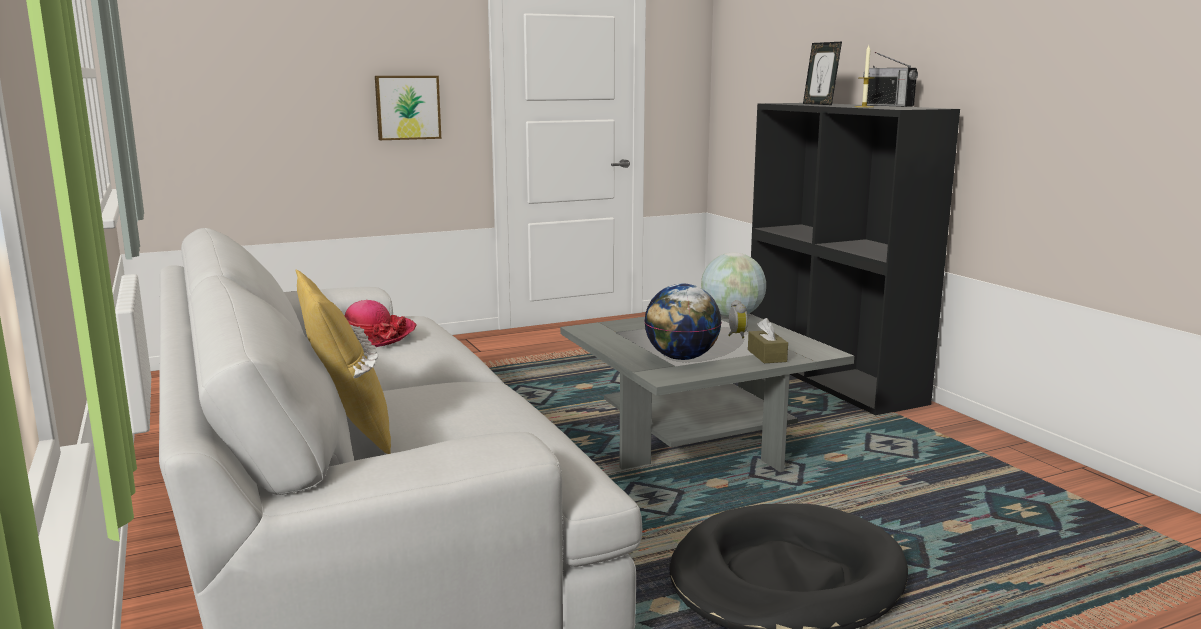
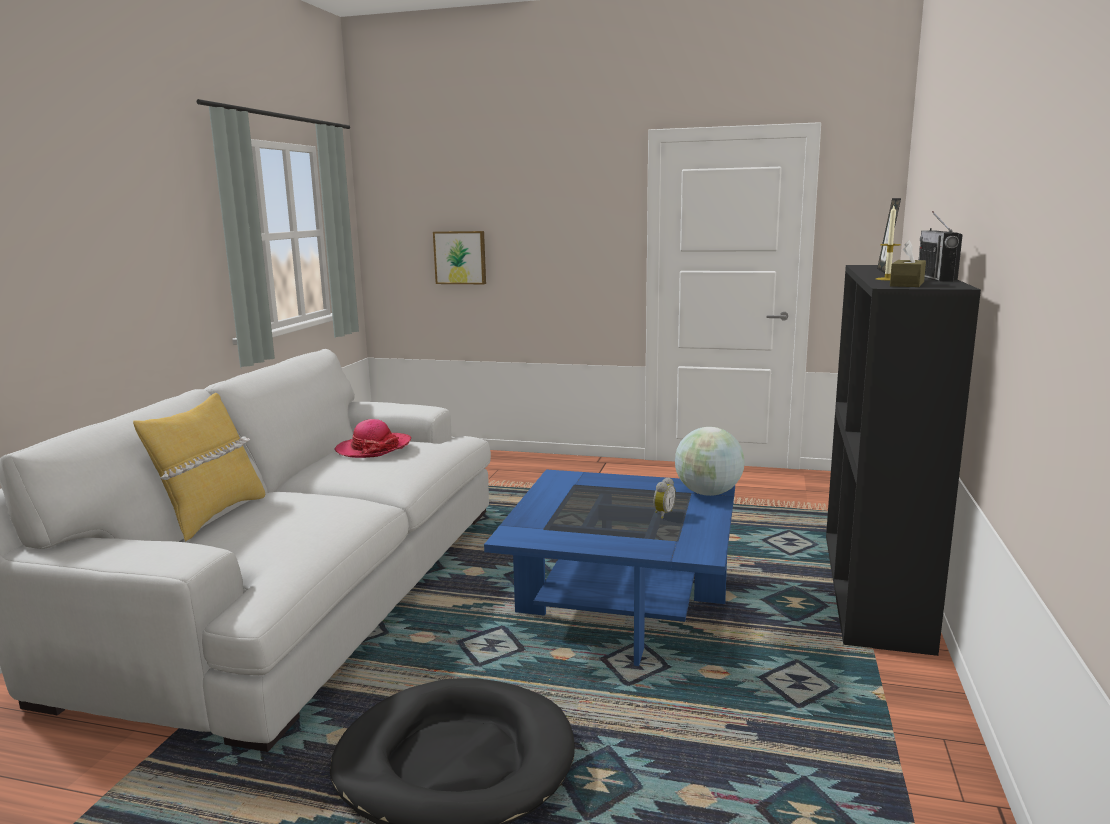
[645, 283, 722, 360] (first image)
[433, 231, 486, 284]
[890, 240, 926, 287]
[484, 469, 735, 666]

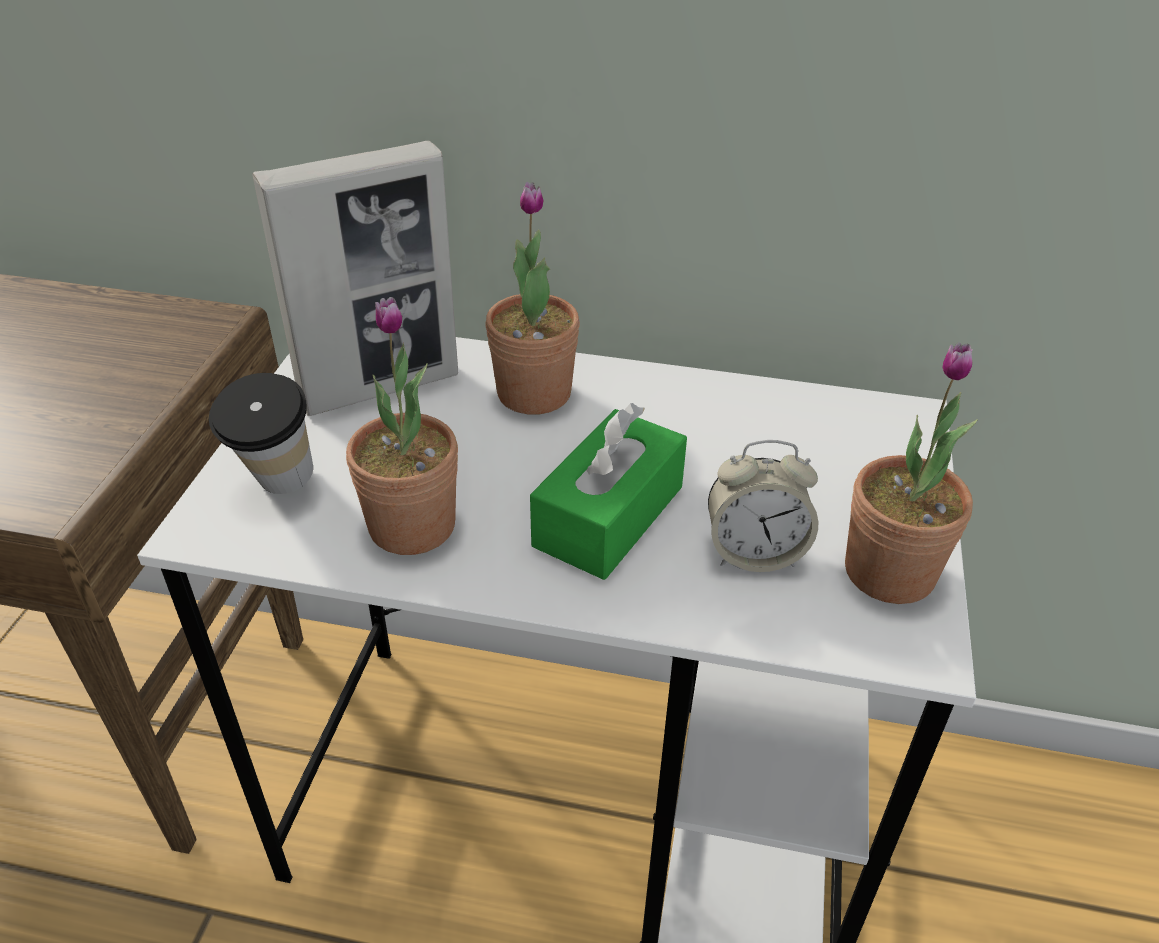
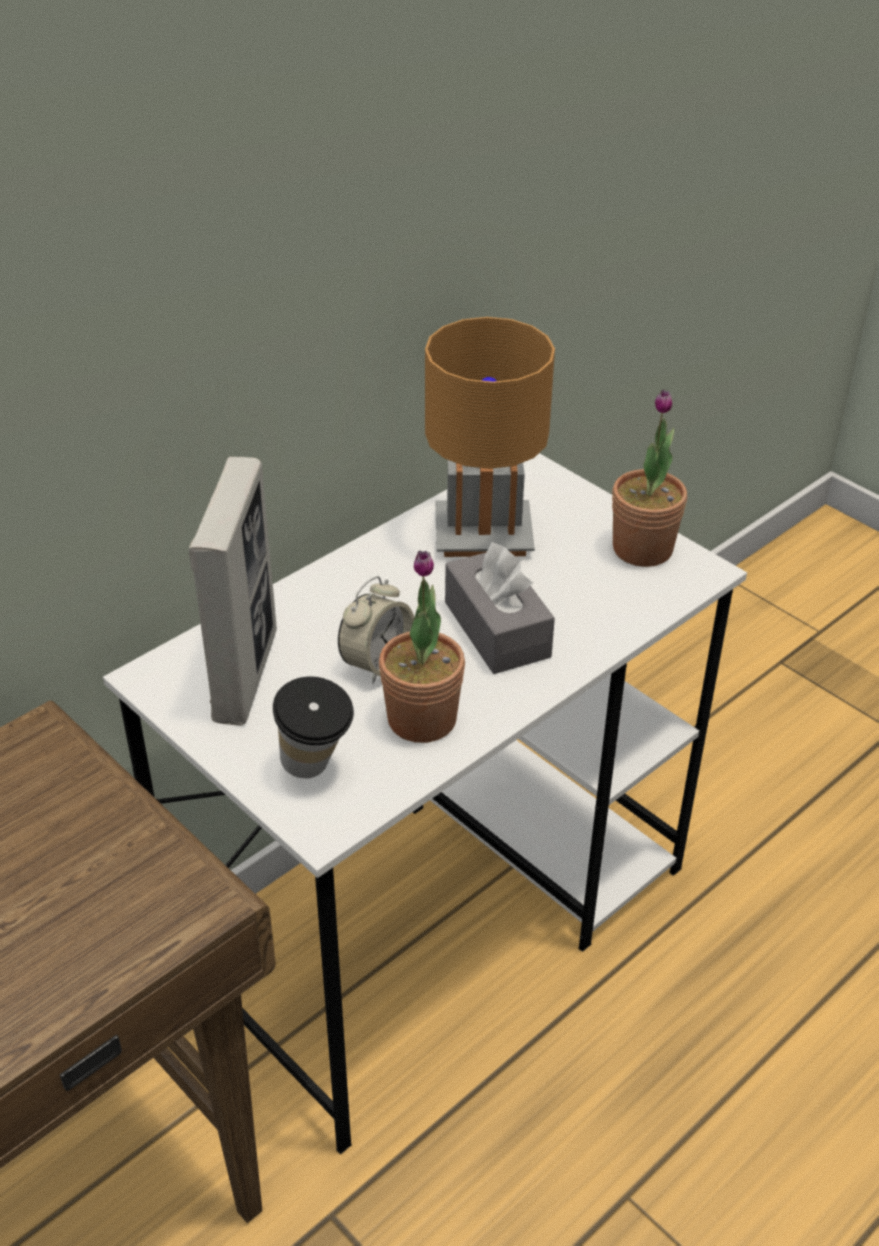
[485, 182, 580, 414] (first image)
[425, 317, 555, 557]
[338, 576, 414, 684]
[445, 542, 555, 674]

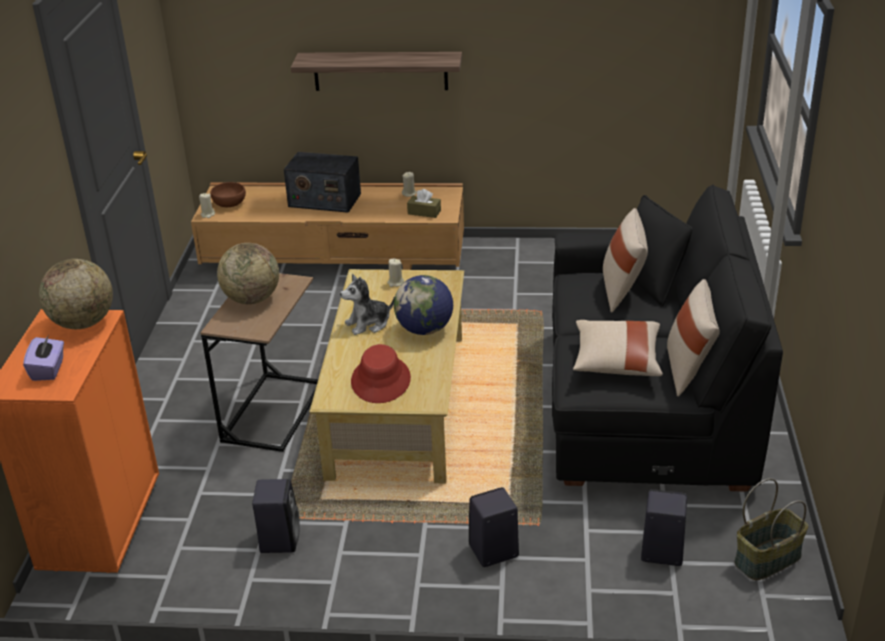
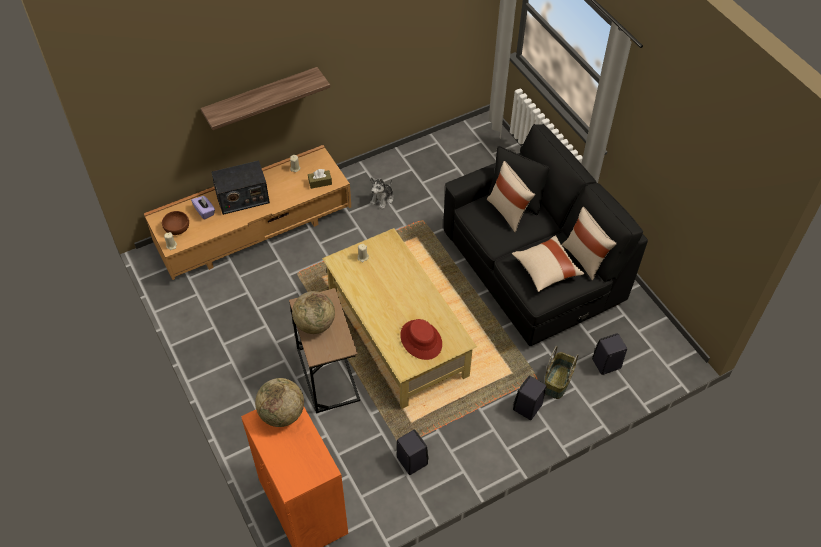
[394, 275, 453, 335] (first image)
[191, 196, 215, 220]
[370, 177, 393, 209]
[545, 346, 578, 399]

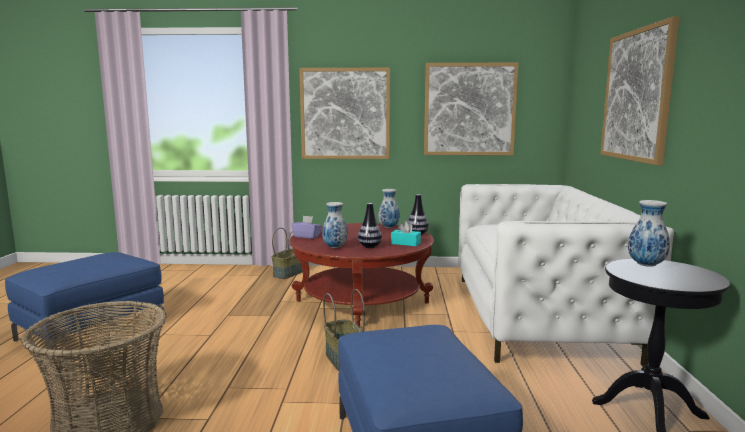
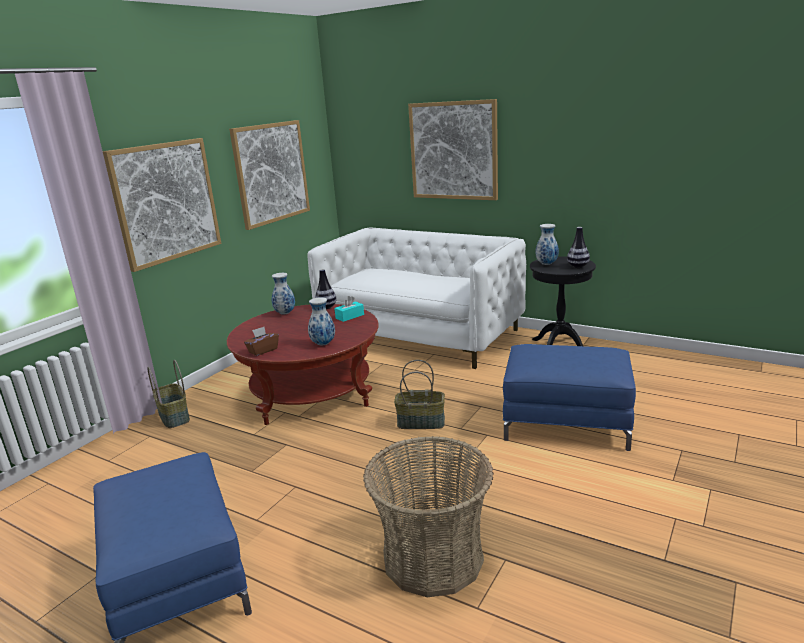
[567, 227, 590, 268]
[244, 327, 279, 356]

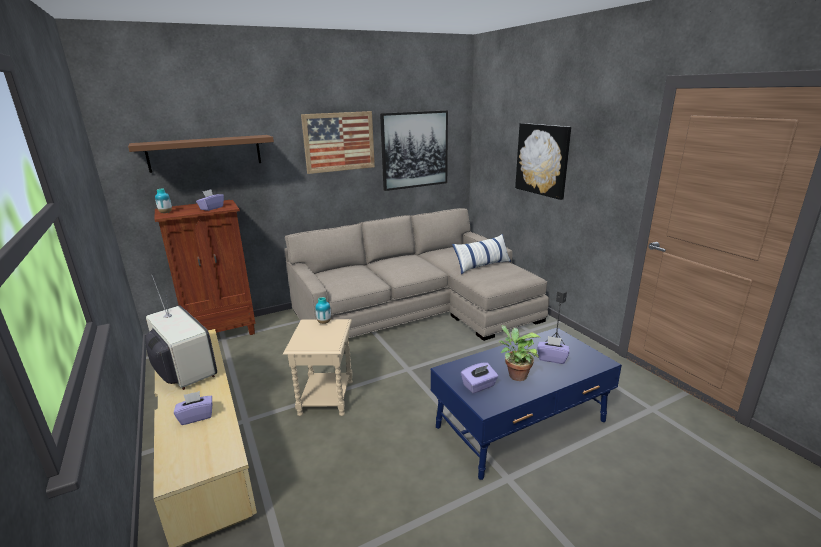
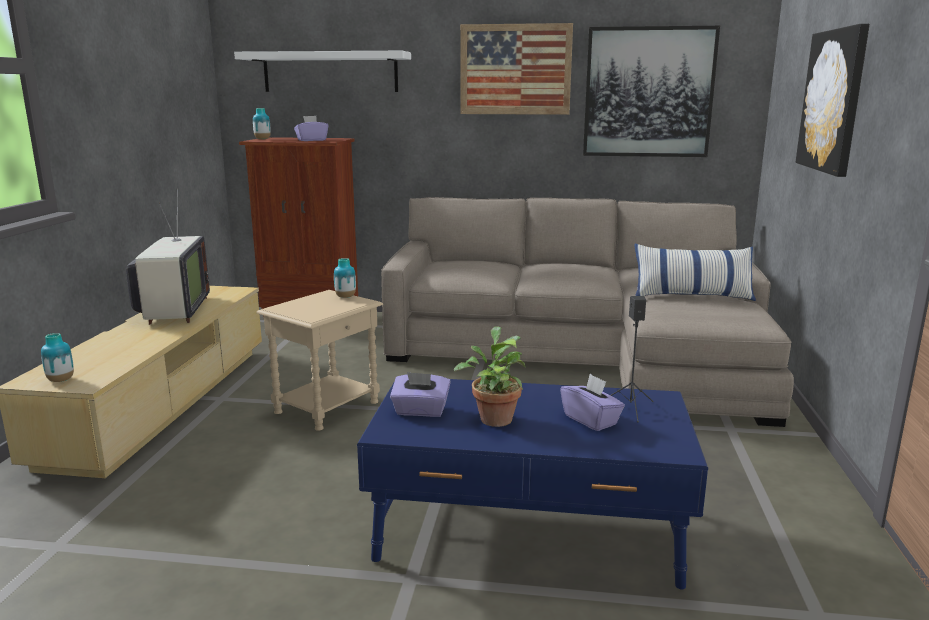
[174, 391, 212, 425] (first image)
[41, 333, 74, 382]
[234, 51, 411, 92]

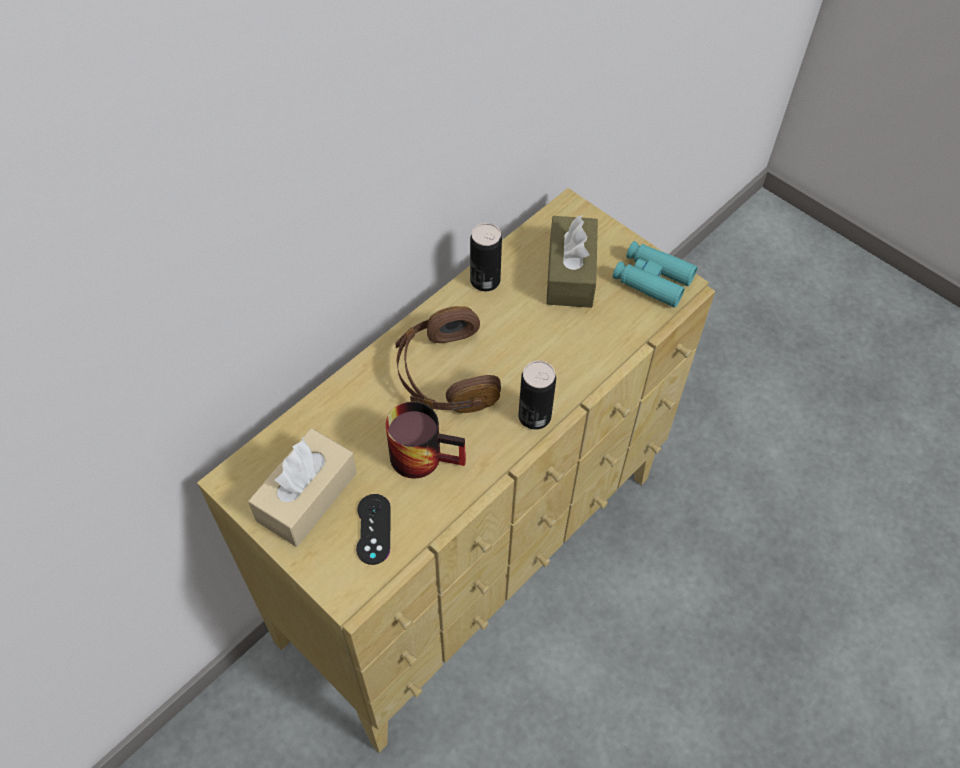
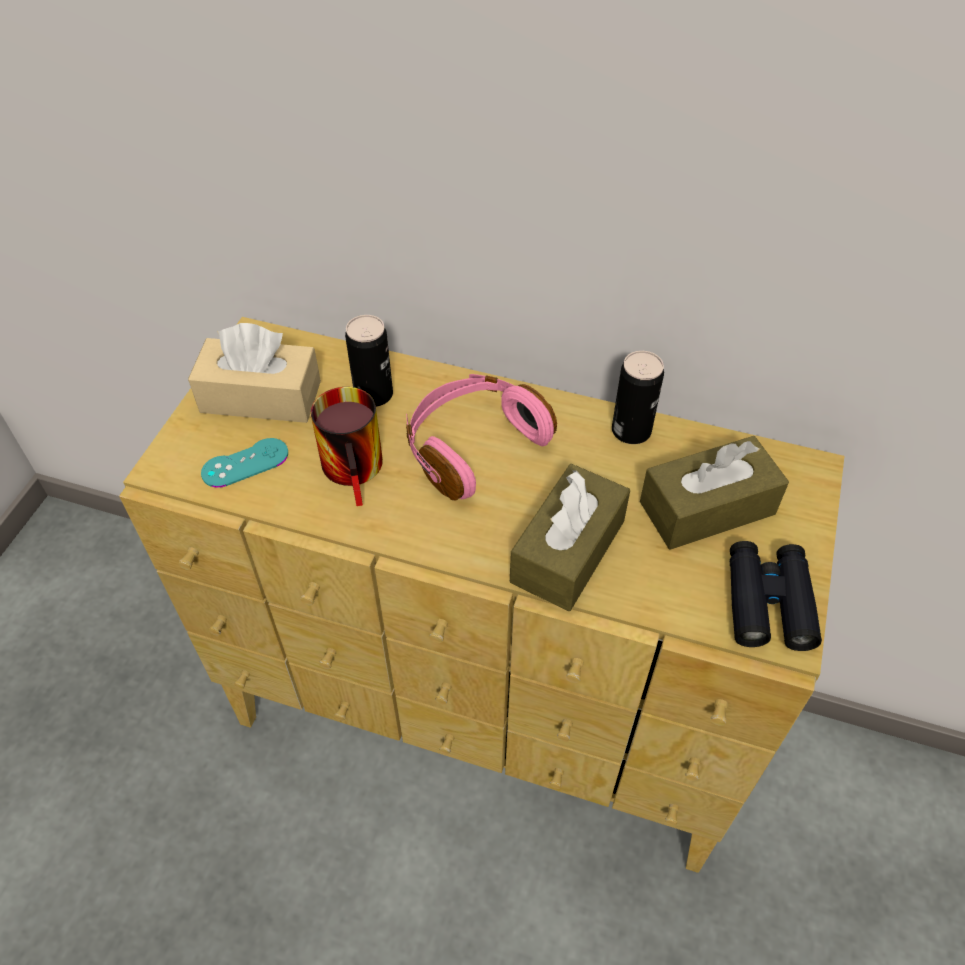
[510, 464, 630, 611]
[345, 315, 393, 407]
[201, 438, 288, 488]
[406, 374, 557, 501]
[730, 541, 822, 651]

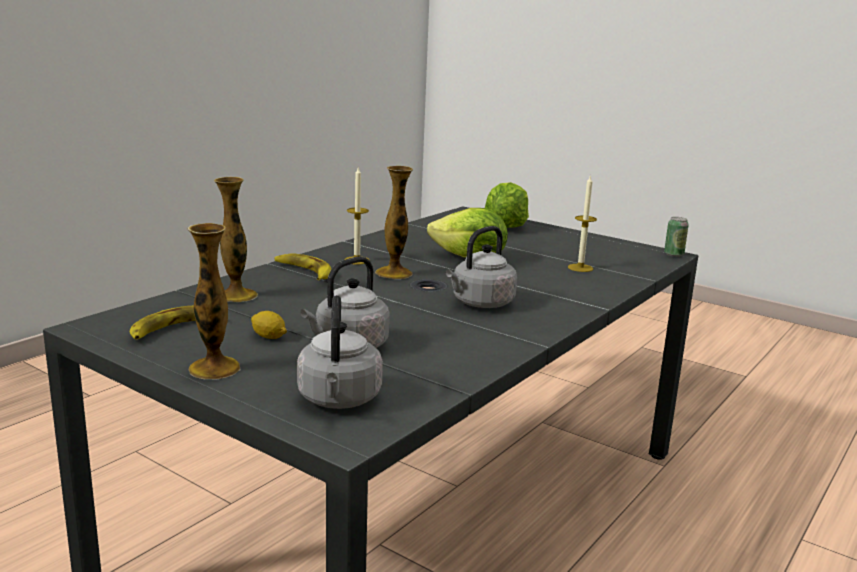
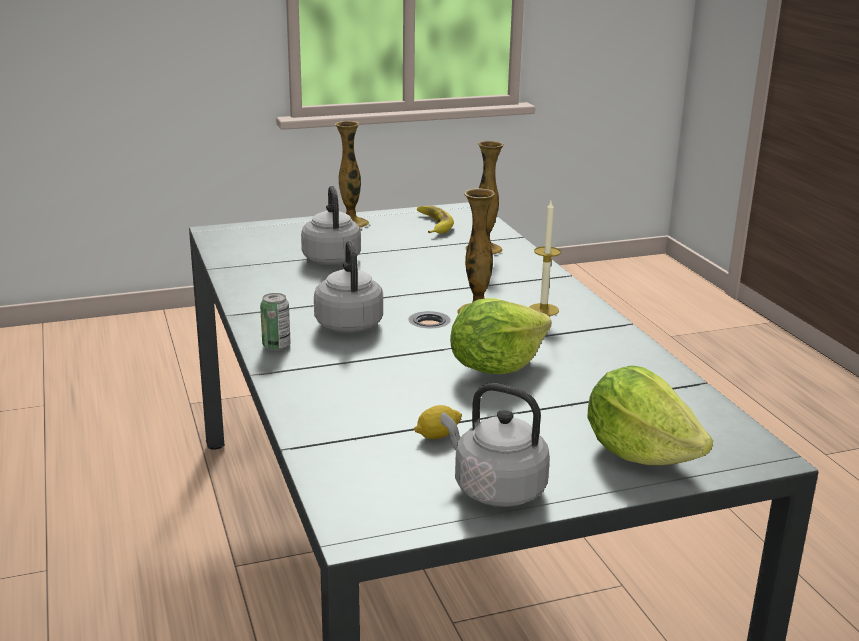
[274, 253, 331, 280] (first image)
[568, 175, 597, 272] (first image)
[414, 405, 462, 439]
[440, 383, 550, 507]
[260, 293, 291, 351]

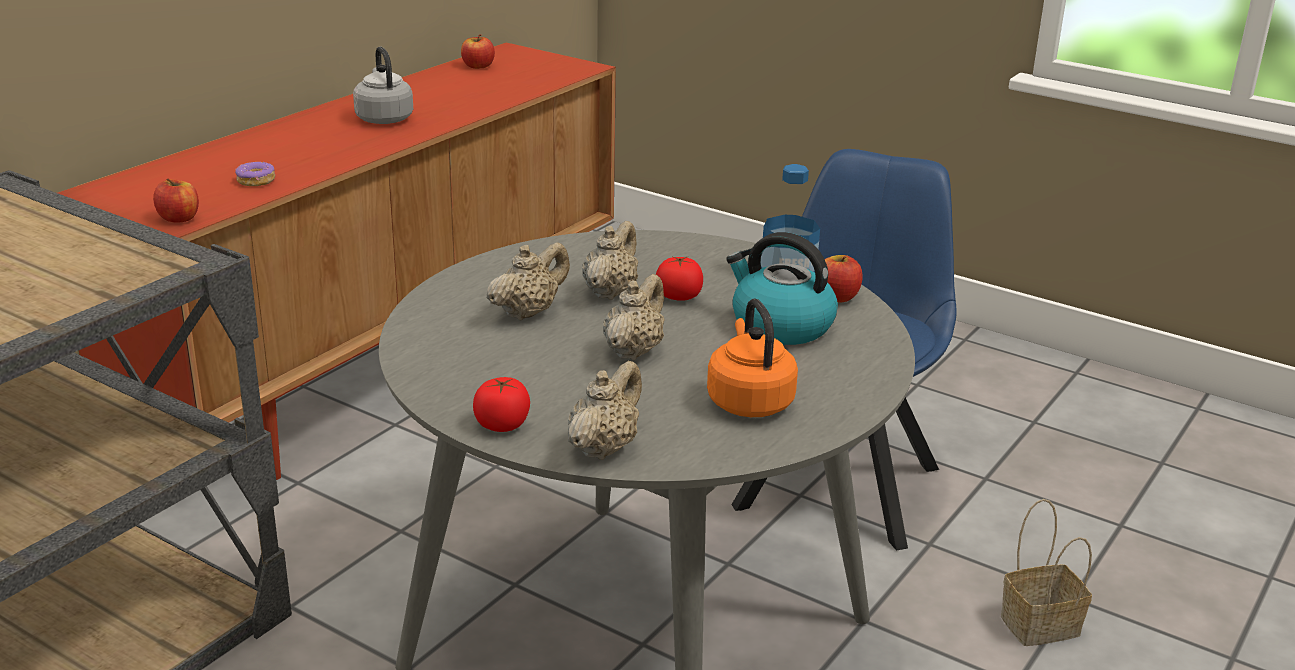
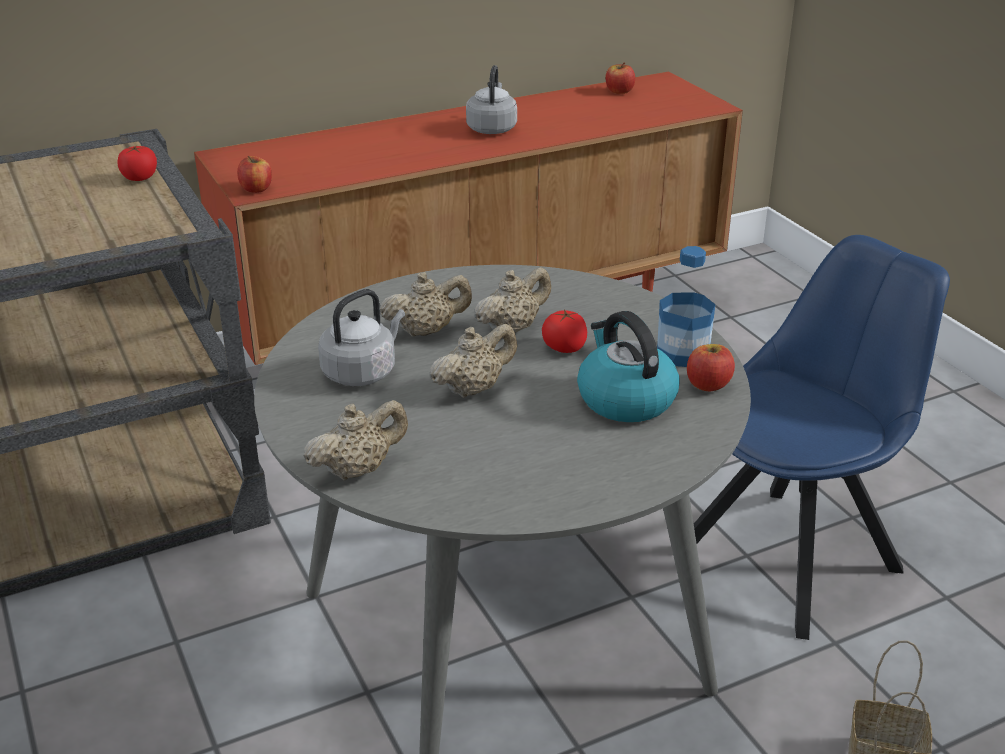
[235, 162, 275, 186] (first image)
[707, 299, 798, 417] (first image)
[318, 289, 405, 386]
[117, 146, 157, 181]

